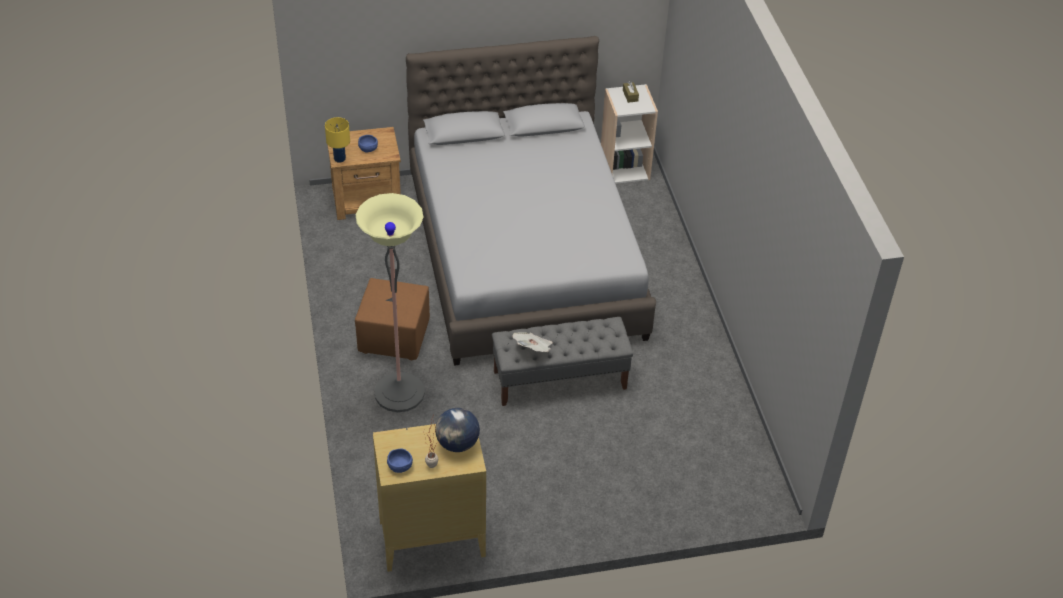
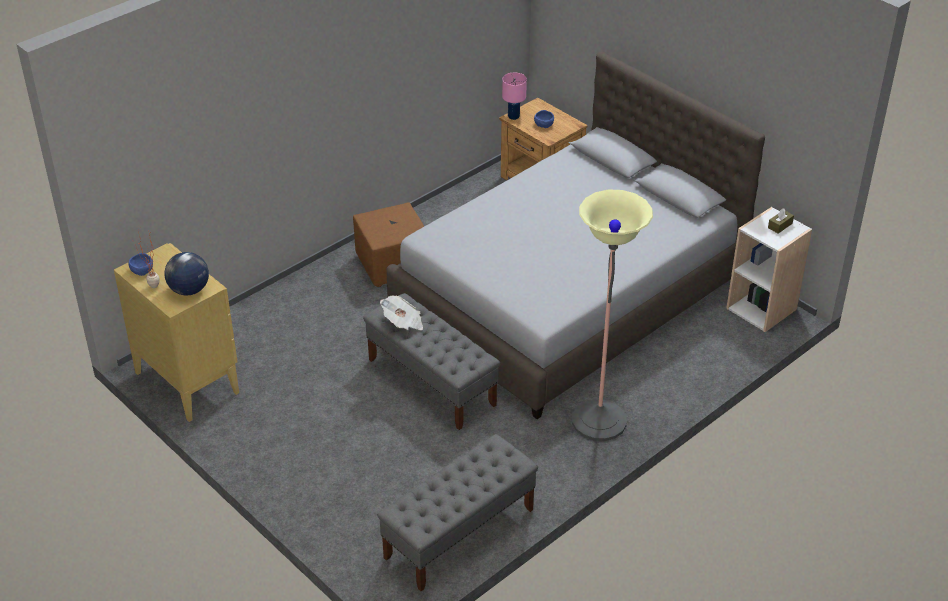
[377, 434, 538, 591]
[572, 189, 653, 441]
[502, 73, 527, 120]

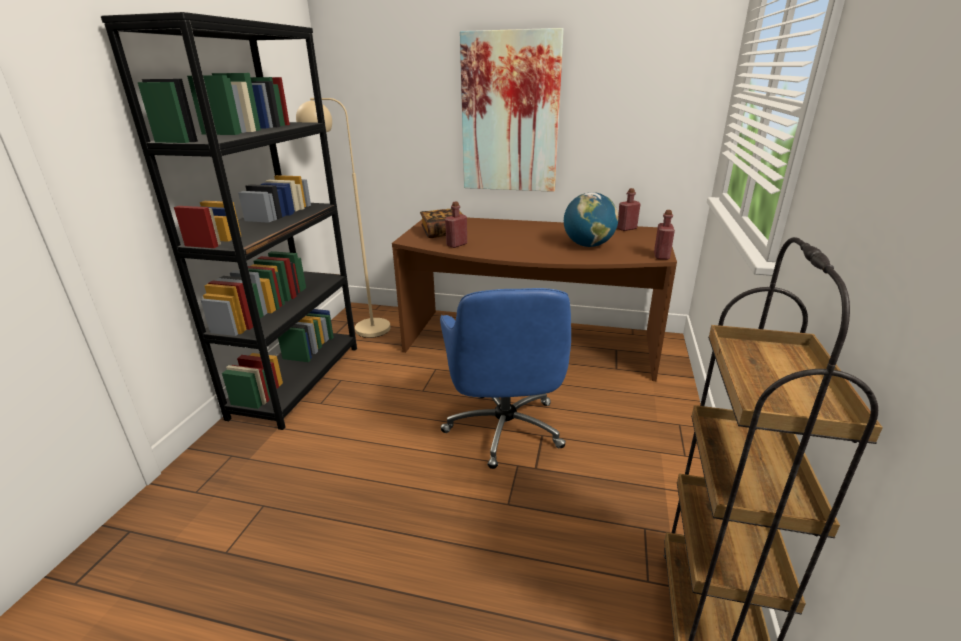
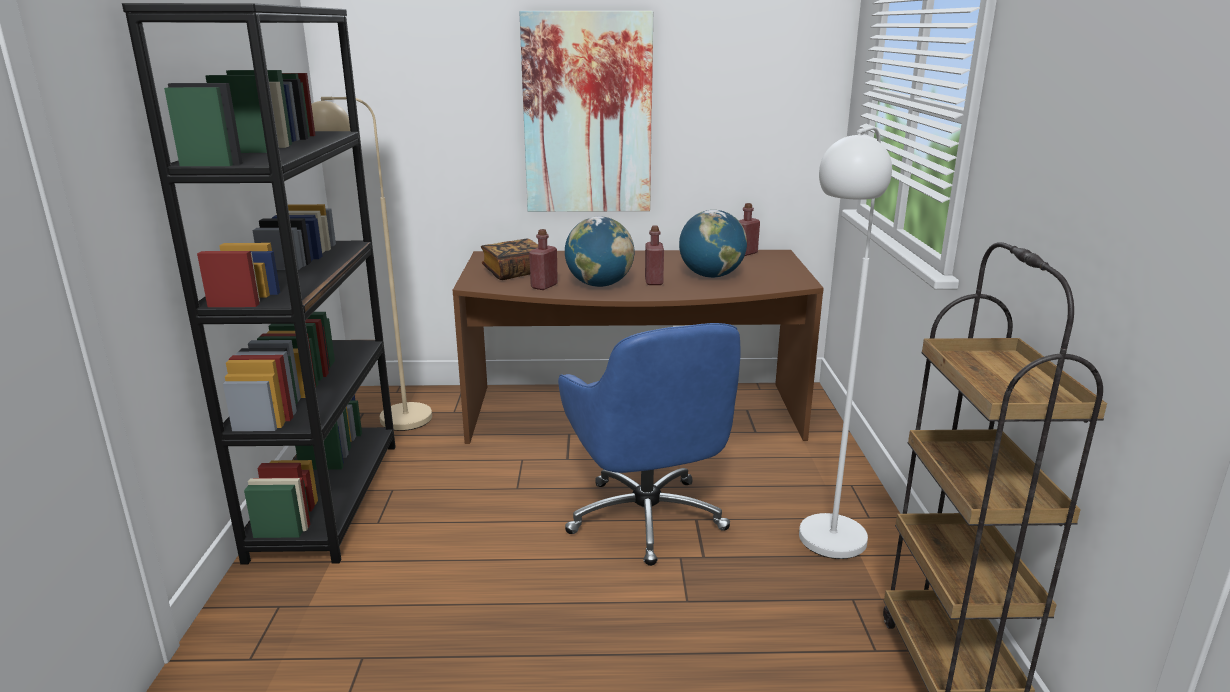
[565, 216, 634, 287]
[799, 126, 892, 559]
[645, 226, 664, 285]

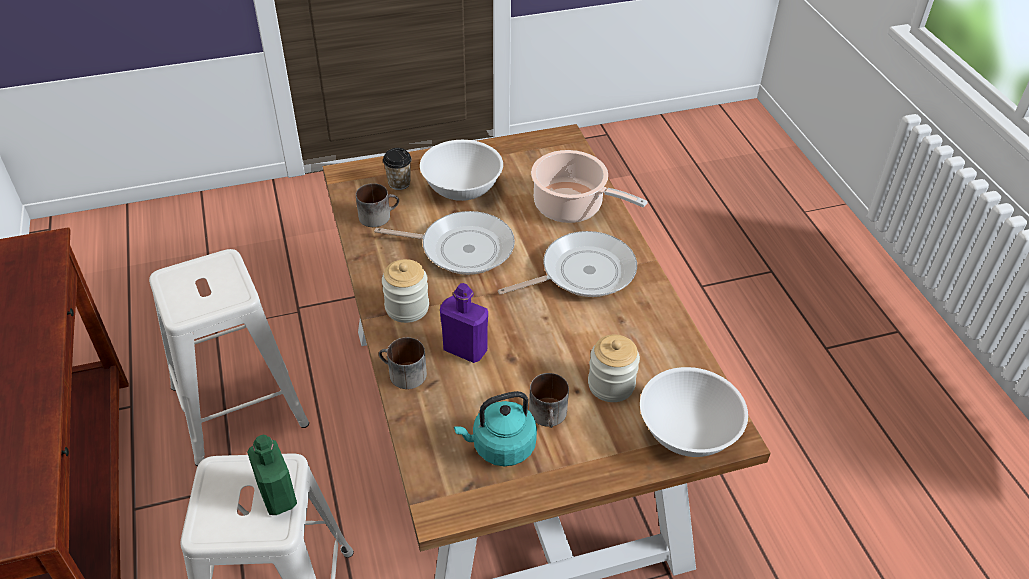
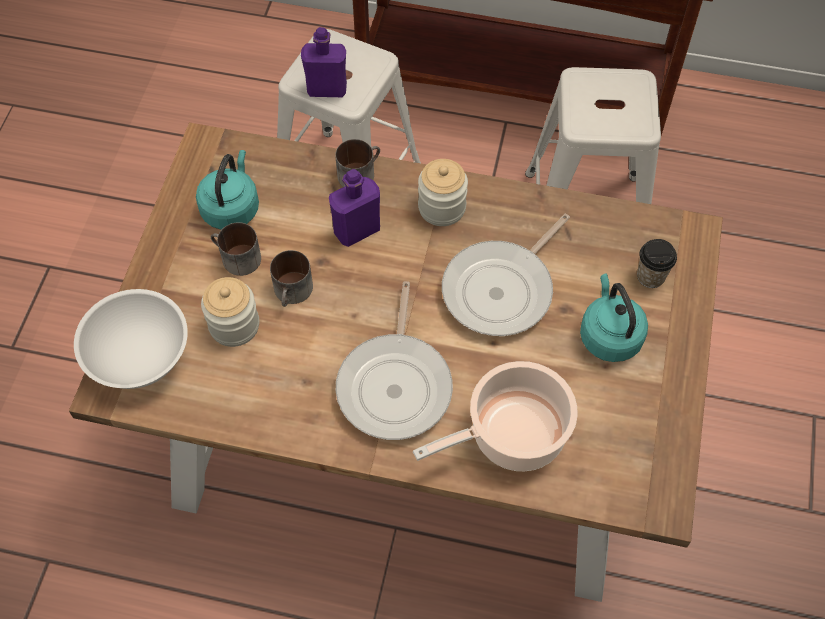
[270, 250, 313, 307]
[580, 273, 648, 362]
[301, 27, 347, 97]

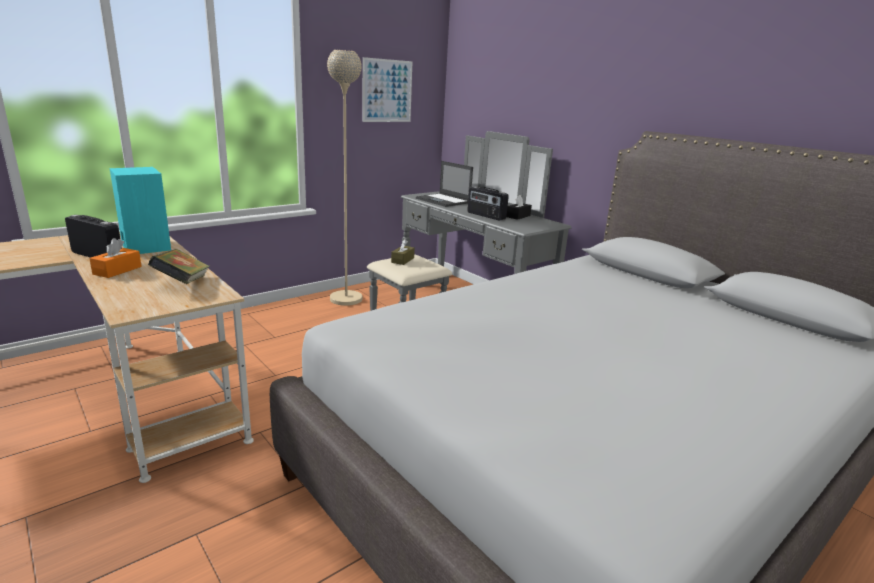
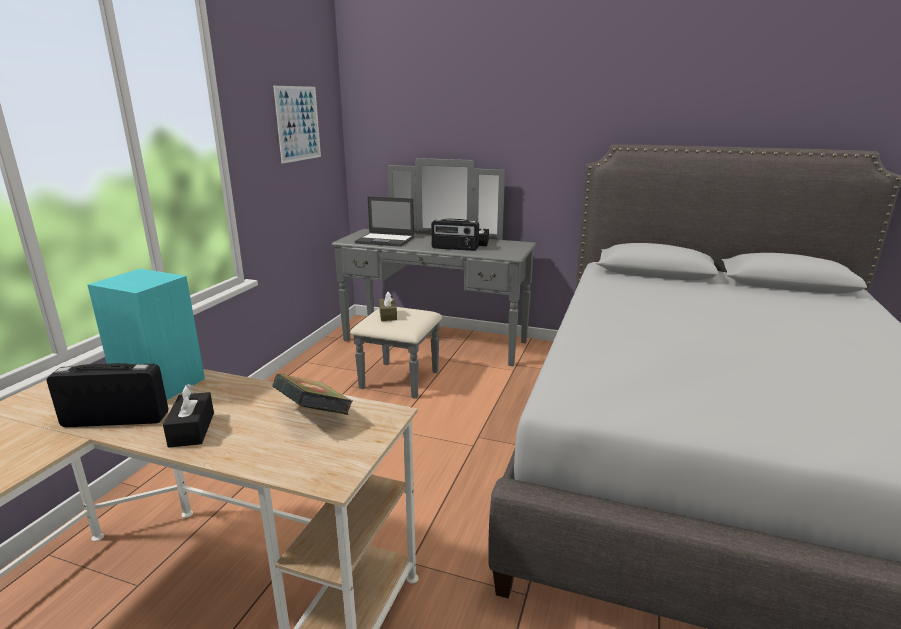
[327, 50, 363, 306] (first image)
[163, 384, 214, 448]

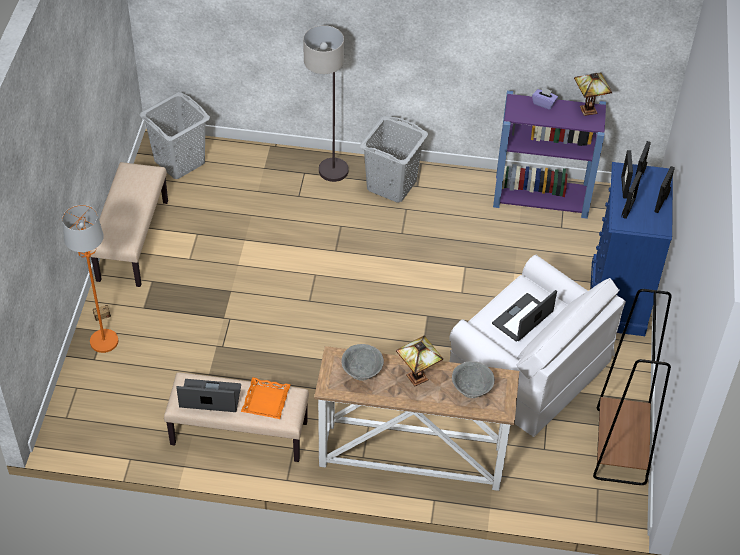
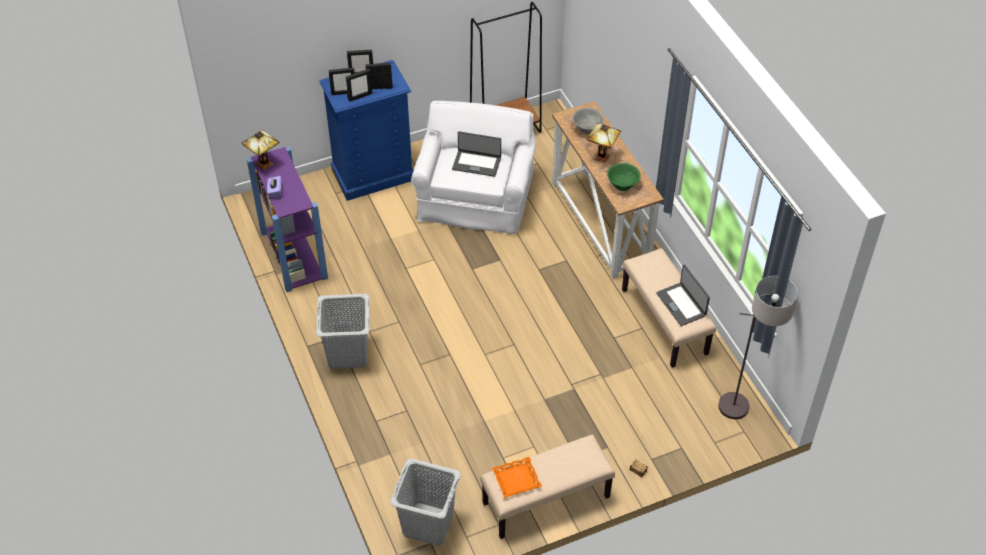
[62, 205, 118, 353] (first image)
[492, 457, 542, 498]
[718, 276, 798, 419]
[607, 163, 641, 191]

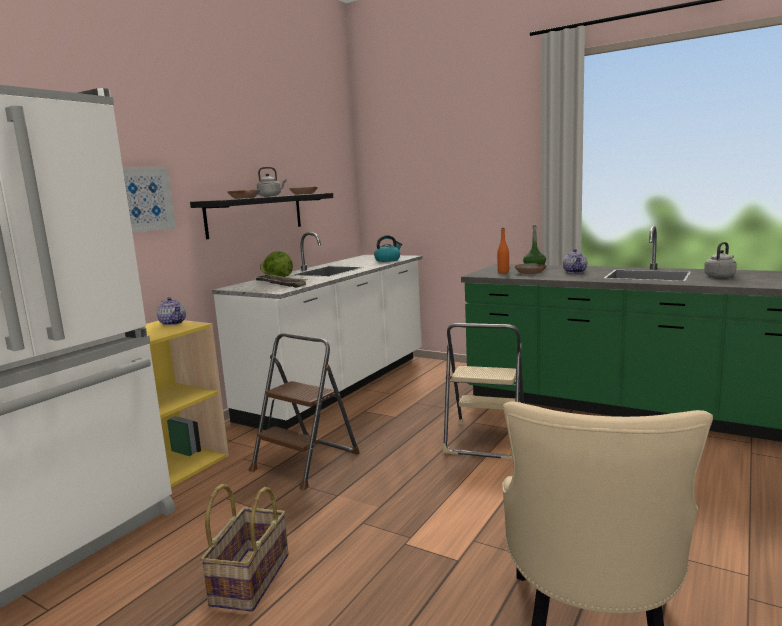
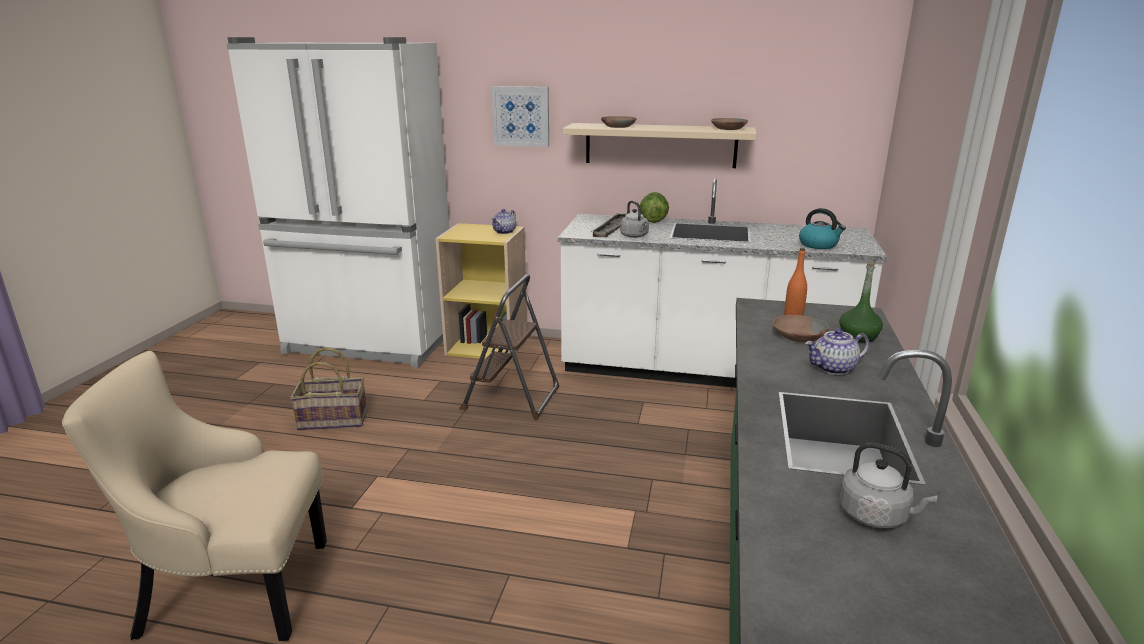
[443, 323, 524, 460] (first image)
[620, 201, 649, 238]
[563, 123, 757, 168]

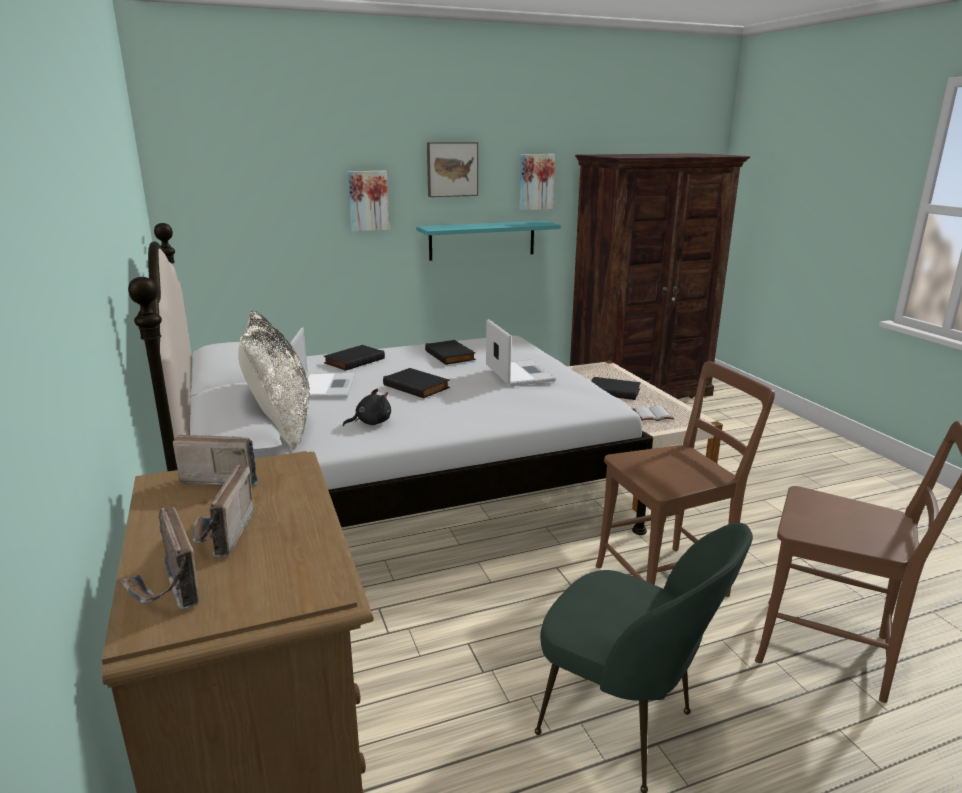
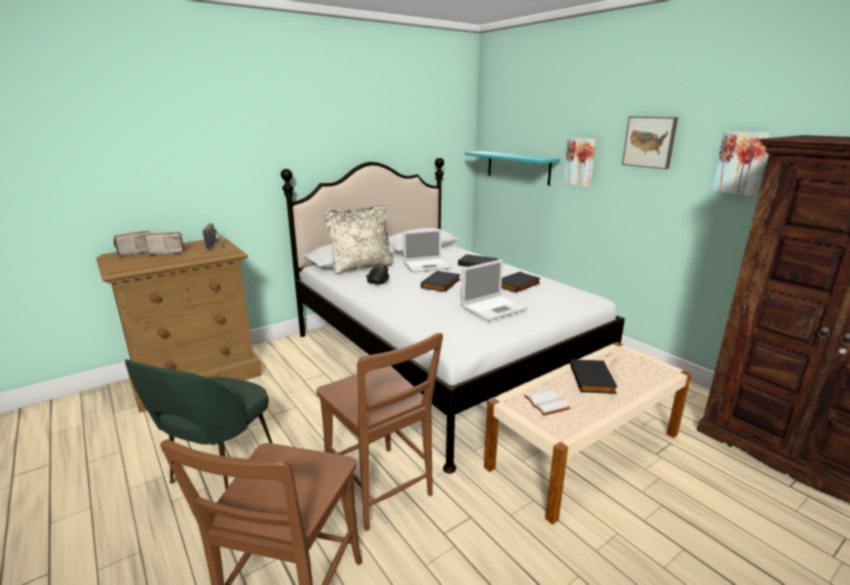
[465, 151, 560, 185]

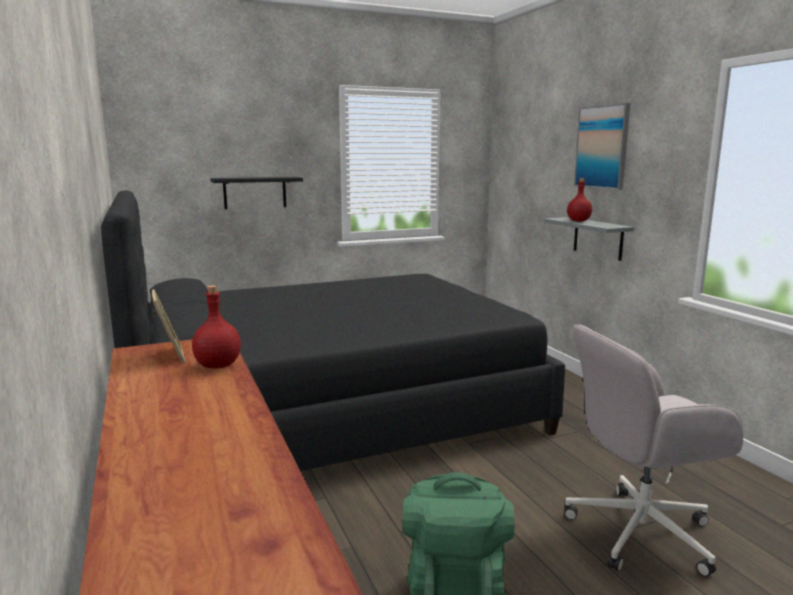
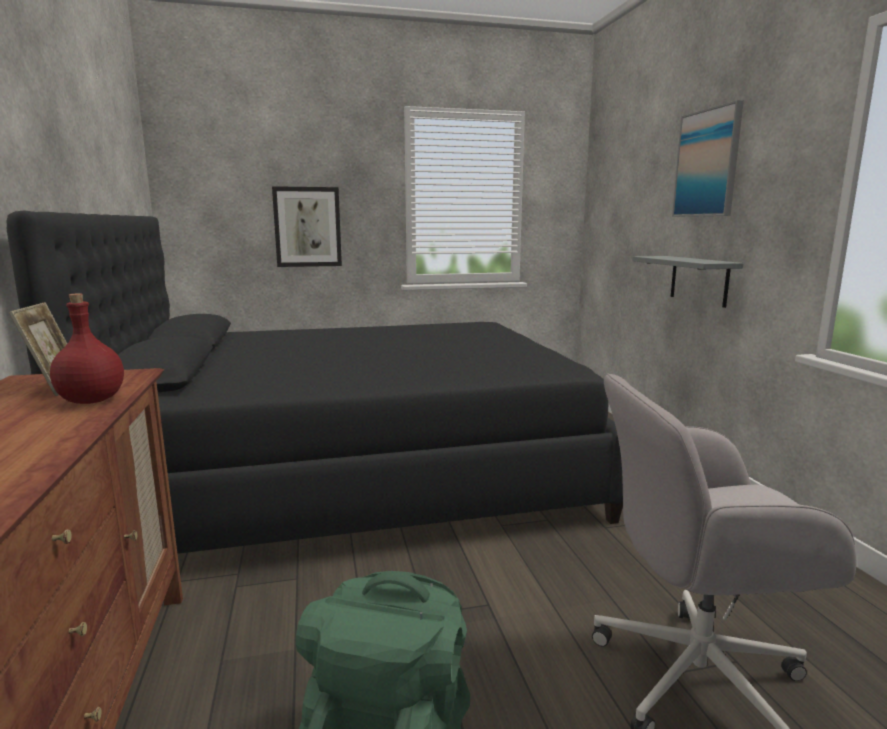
[567, 178, 592, 221] (first image)
[272, 186, 342, 267]

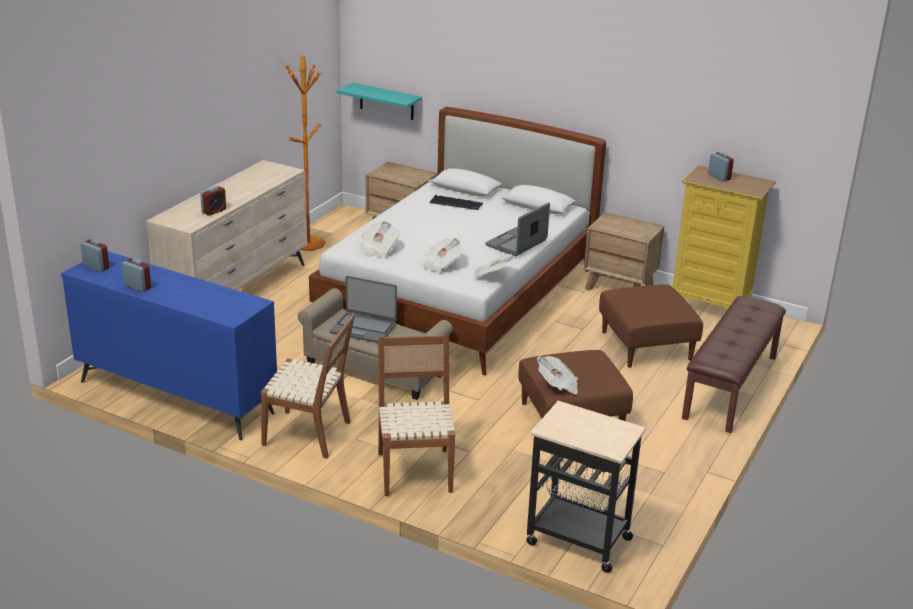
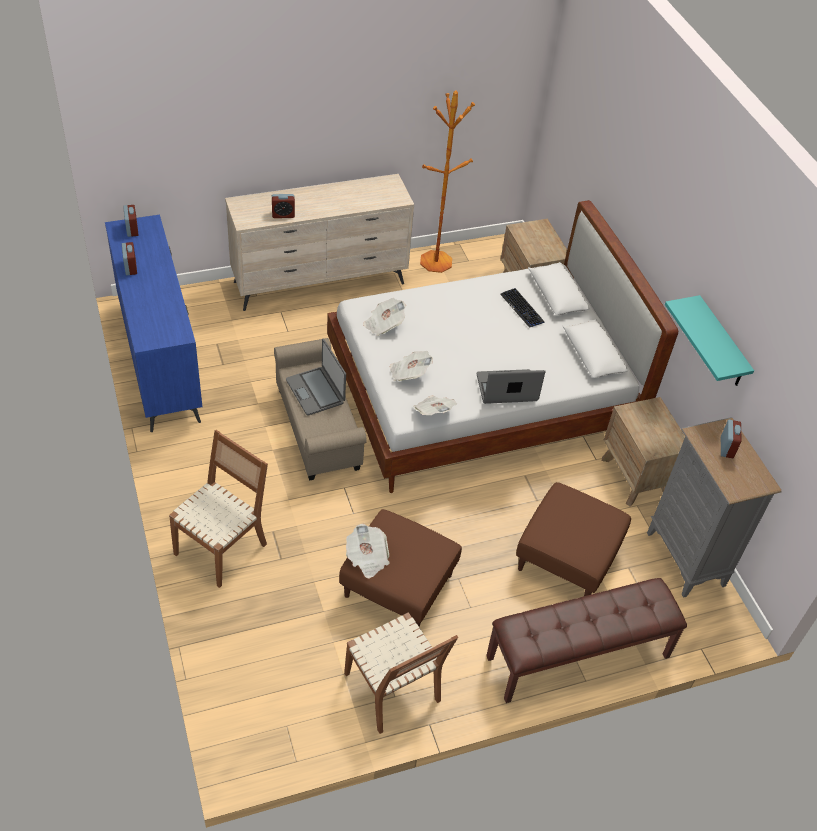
[526, 401, 646, 573] (first image)
[344, 612, 458, 734]
[665, 295, 754, 386]
[647, 417, 782, 598]

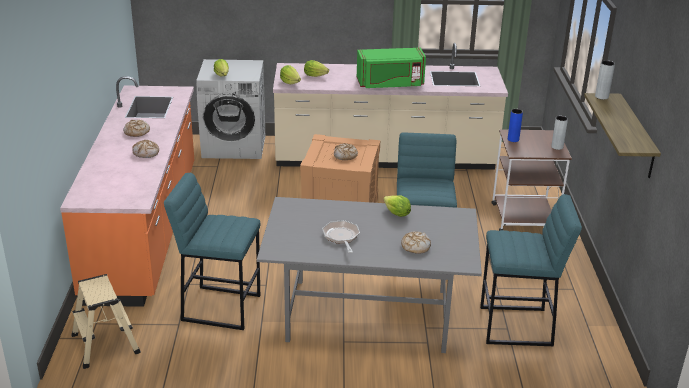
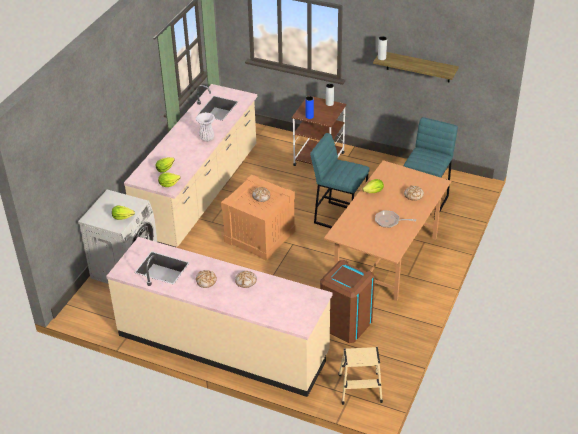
[320, 260, 375, 343]
[196, 112, 215, 141]
[106, 237, 333, 397]
[324, 160, 451, 301]

